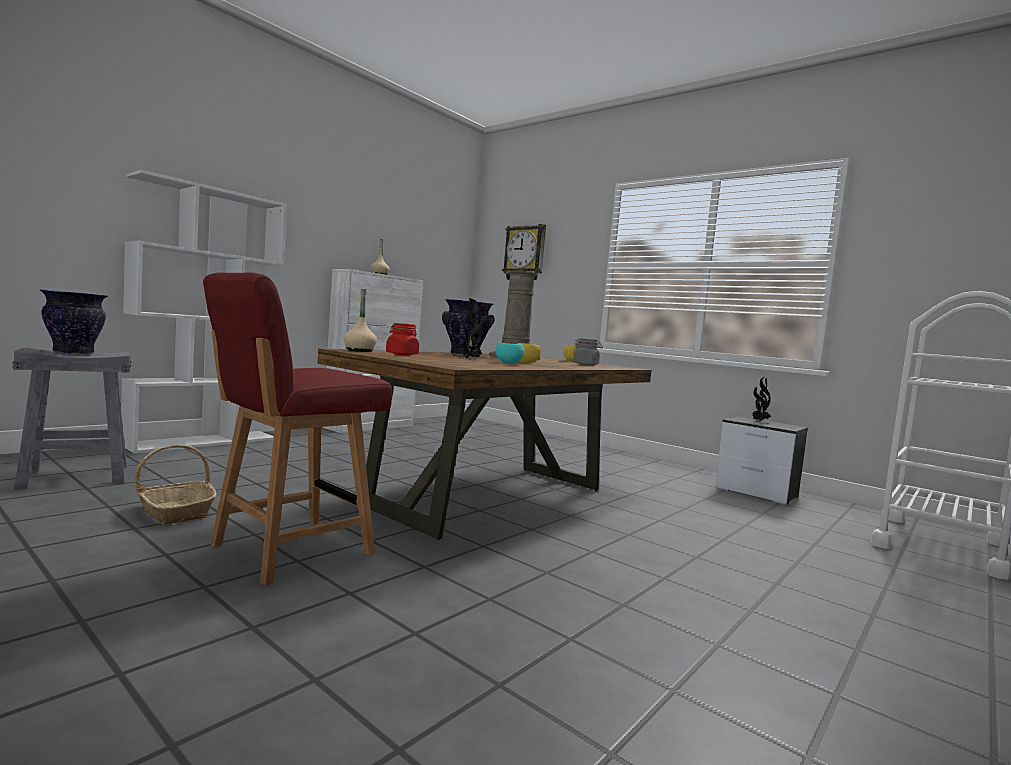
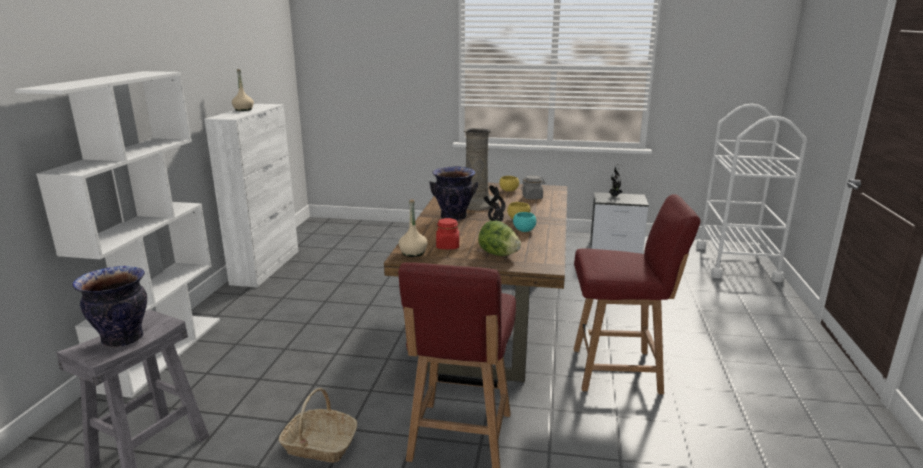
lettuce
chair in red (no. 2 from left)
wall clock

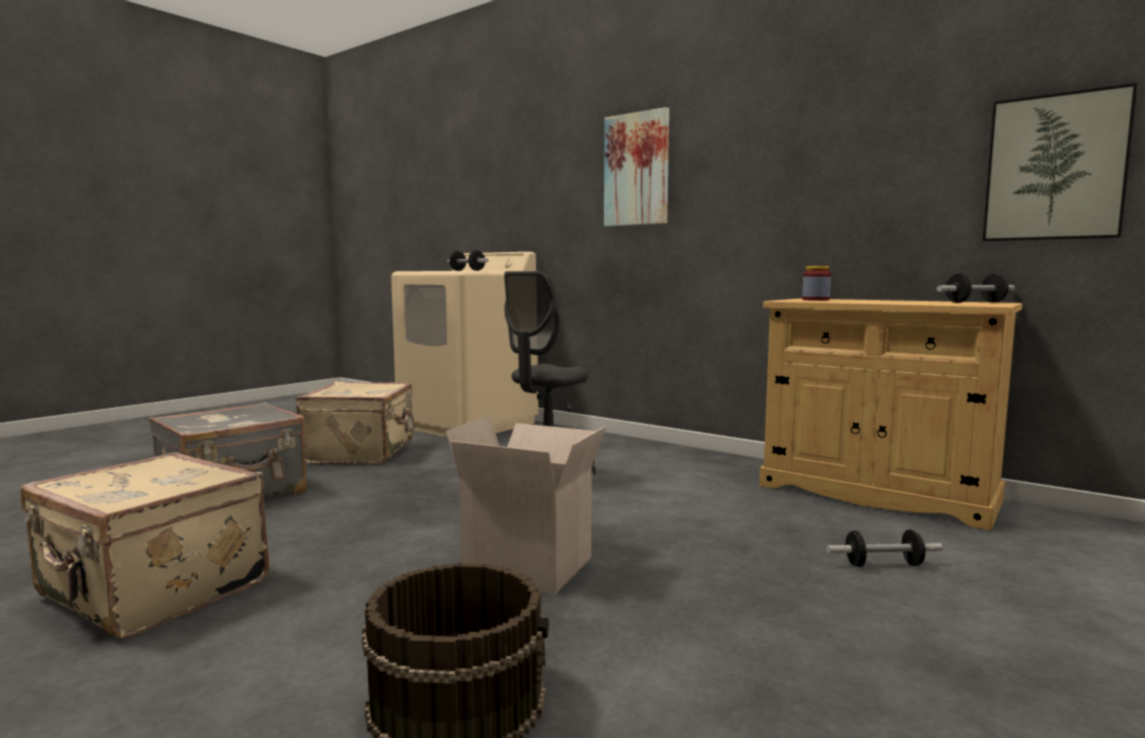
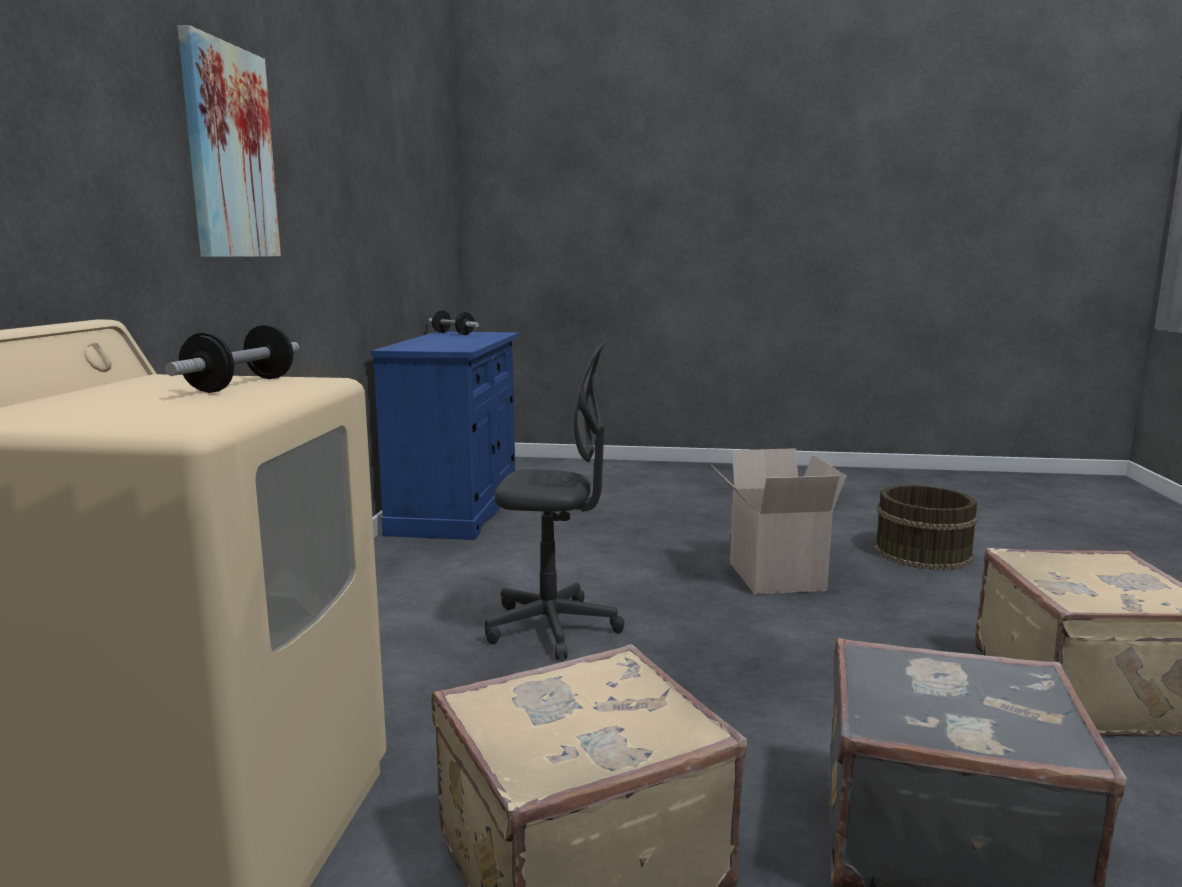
cabinet in blue
jar
dumbbell (no. 2 from left in the first image)
picture (no. 2 from left in the first image)

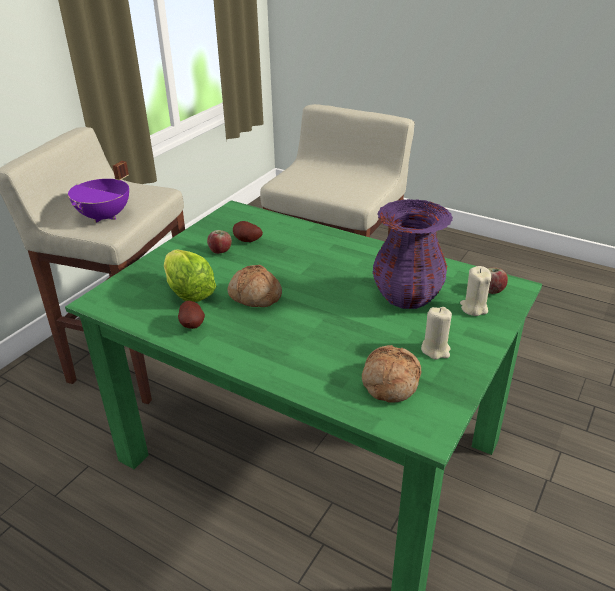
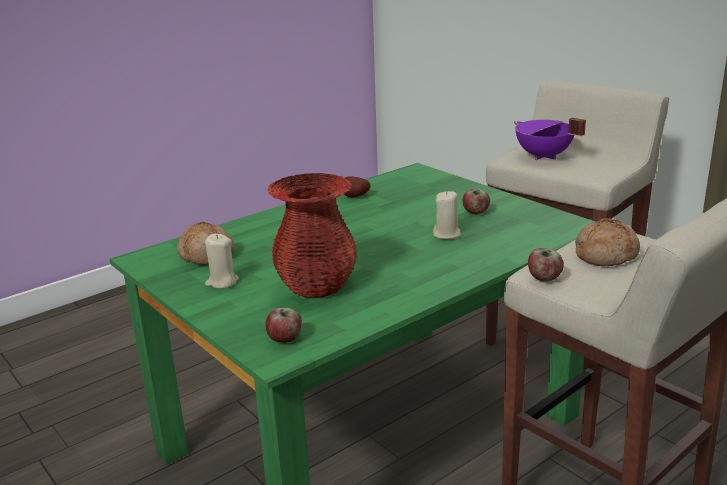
vase in red
candle in beige (no. 2 from left)
apple (no. 3 from left)
bread (no. 2 from left)
lettuce
potato (no. 2 from left in the first image)

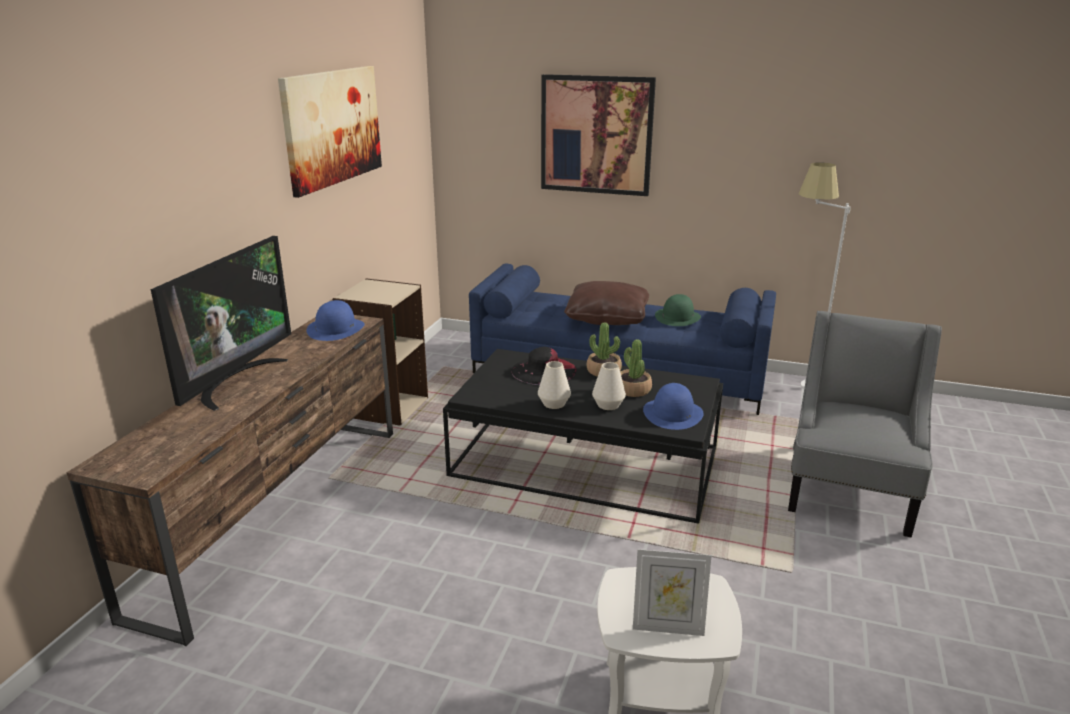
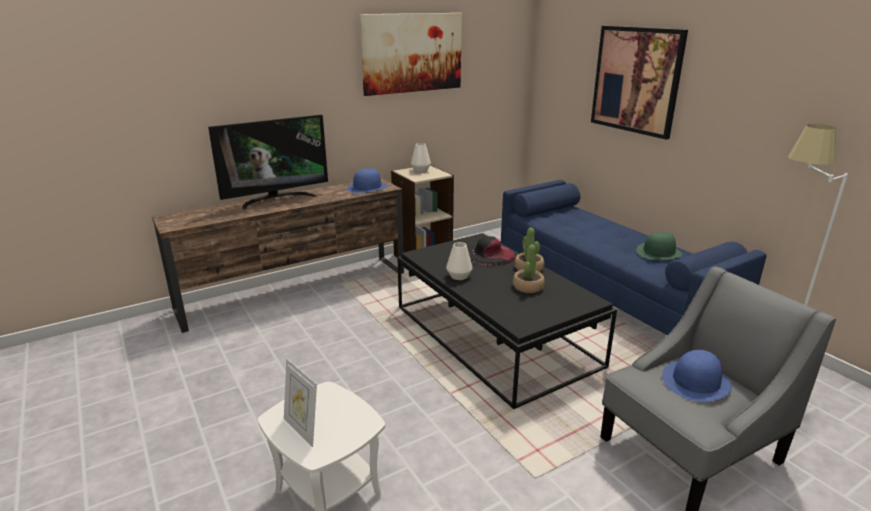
vase in white (no. 1 from left)
hat in blue (no. 2 from left)
pillow in brown

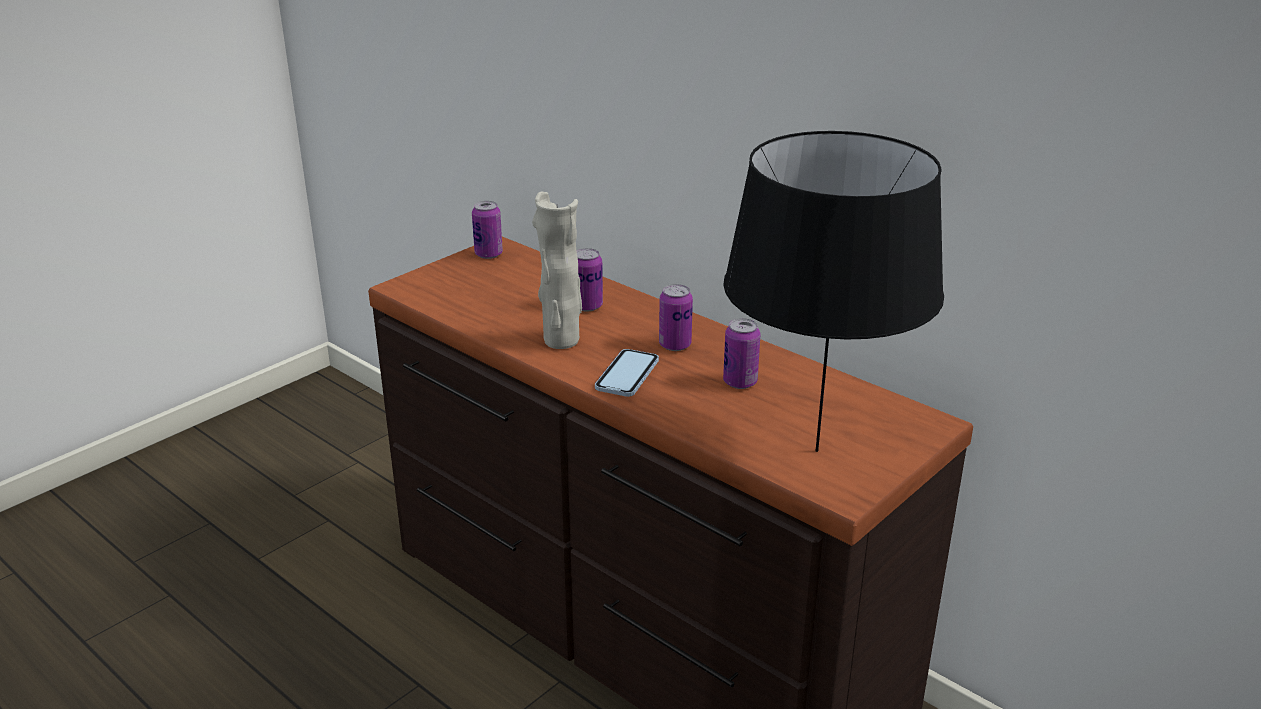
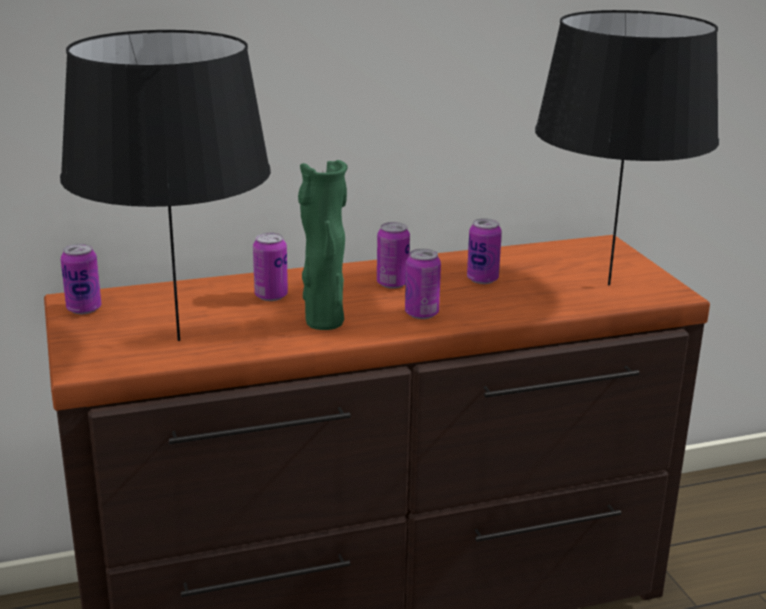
table lamp in black (no. 1 from left)
vase in green
can (no. 4 from left)

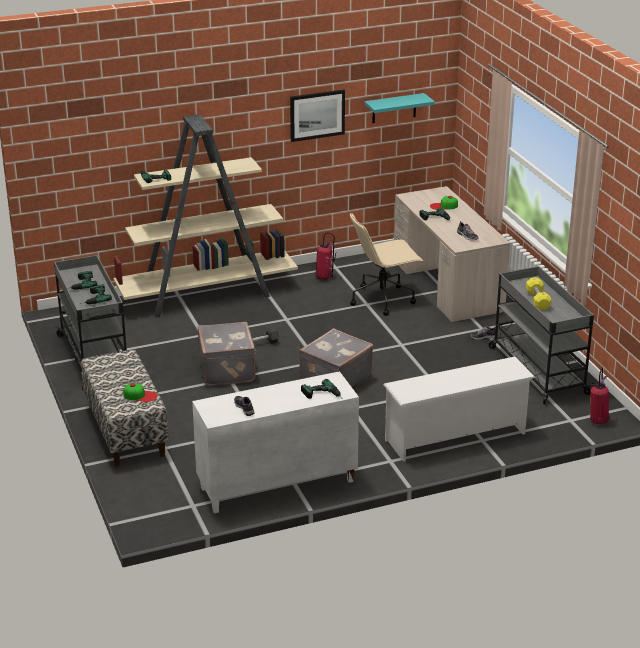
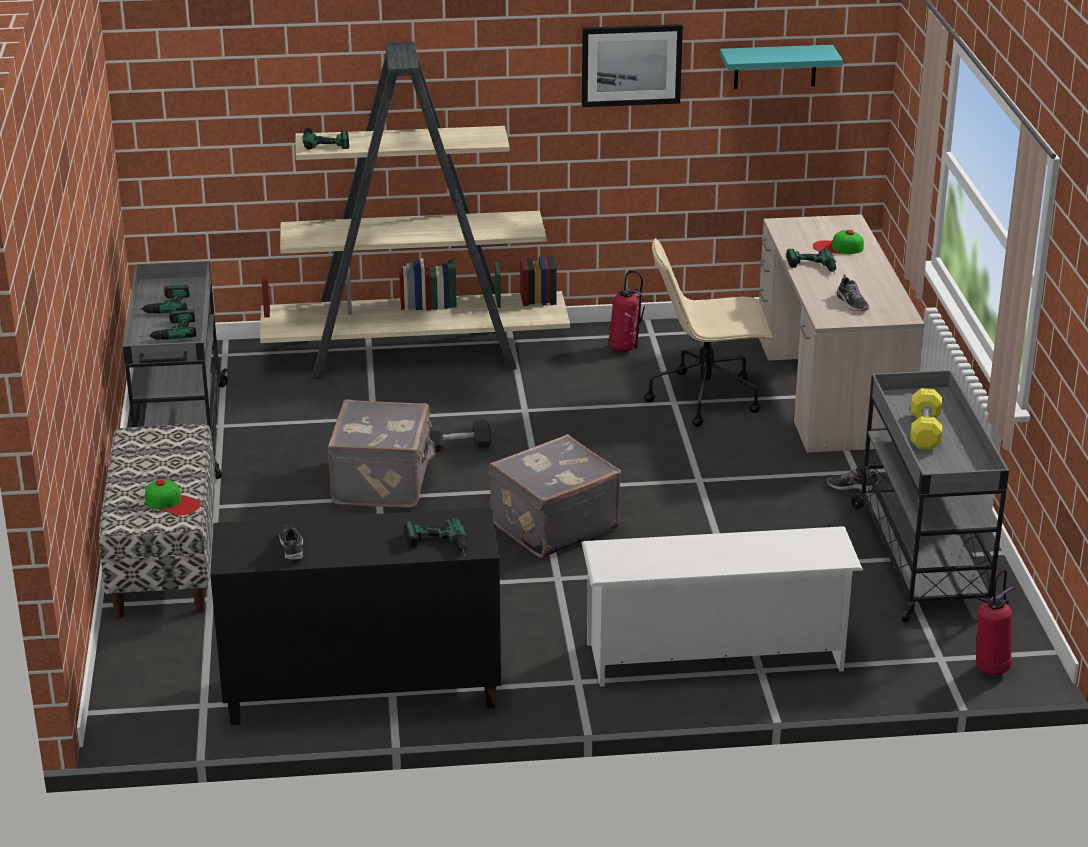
cabinet in black

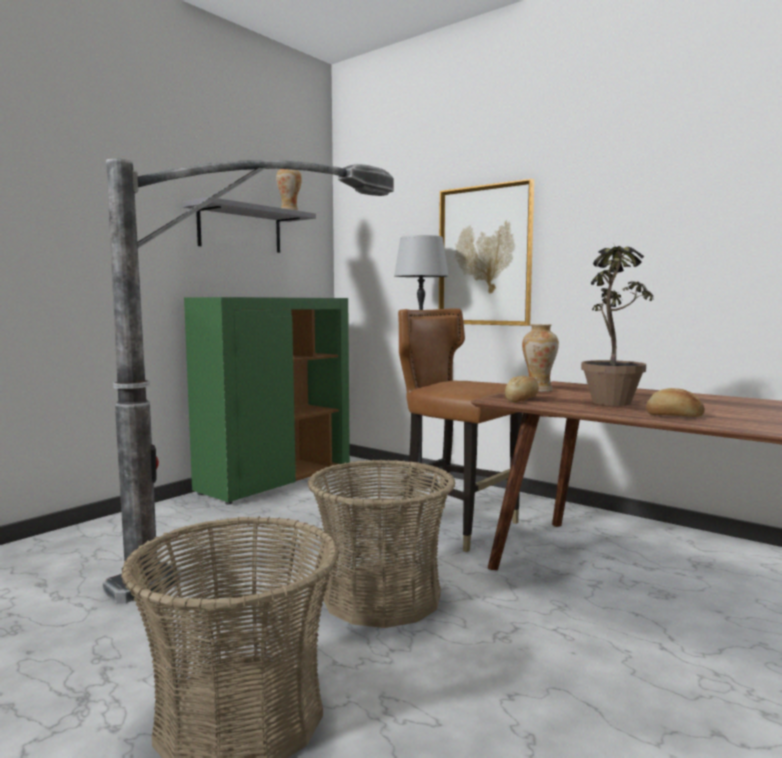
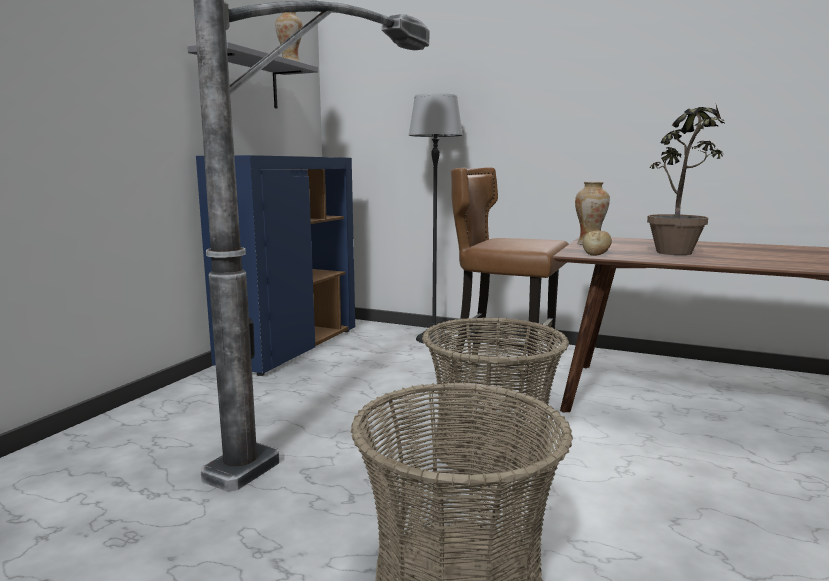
cabinet in blue
picture
bread (no. 2 from left in the first image)

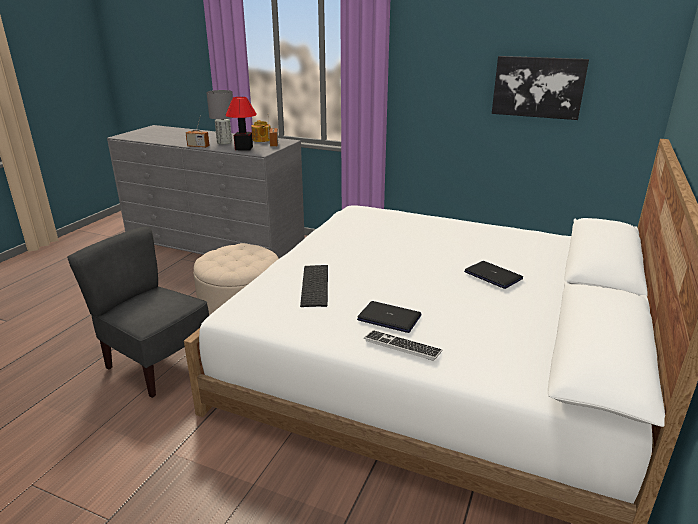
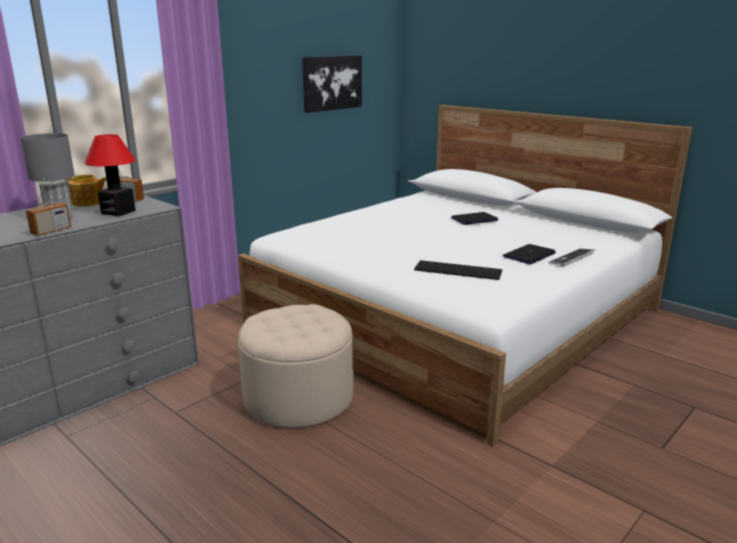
chair in grey

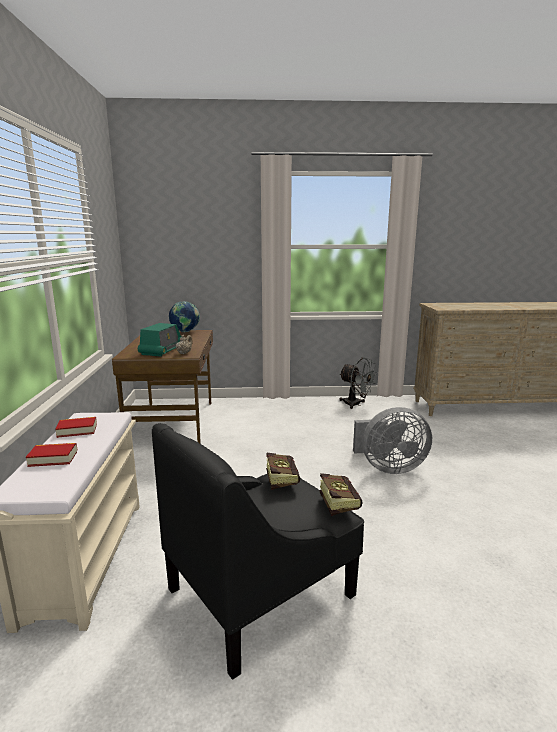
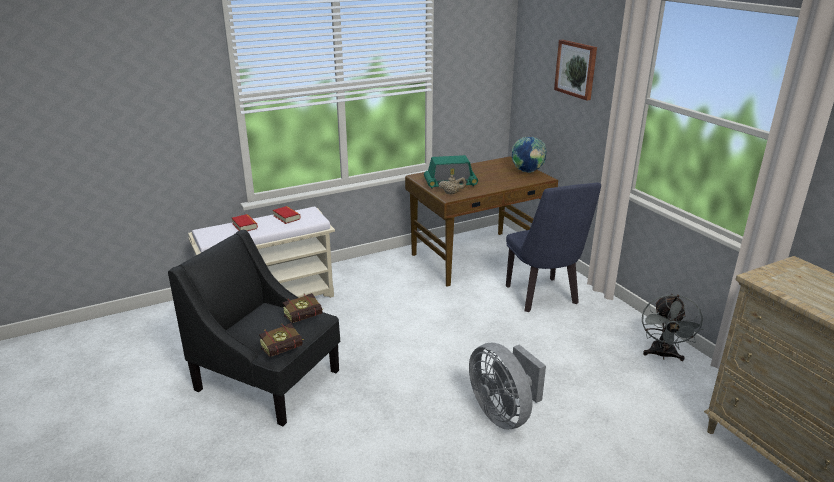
chair in blue
picture

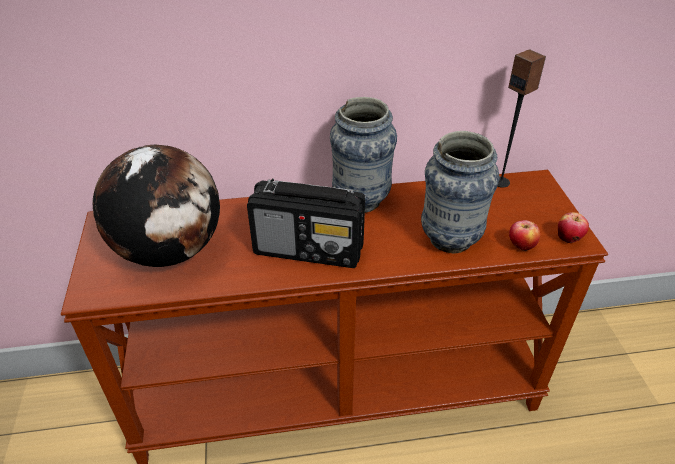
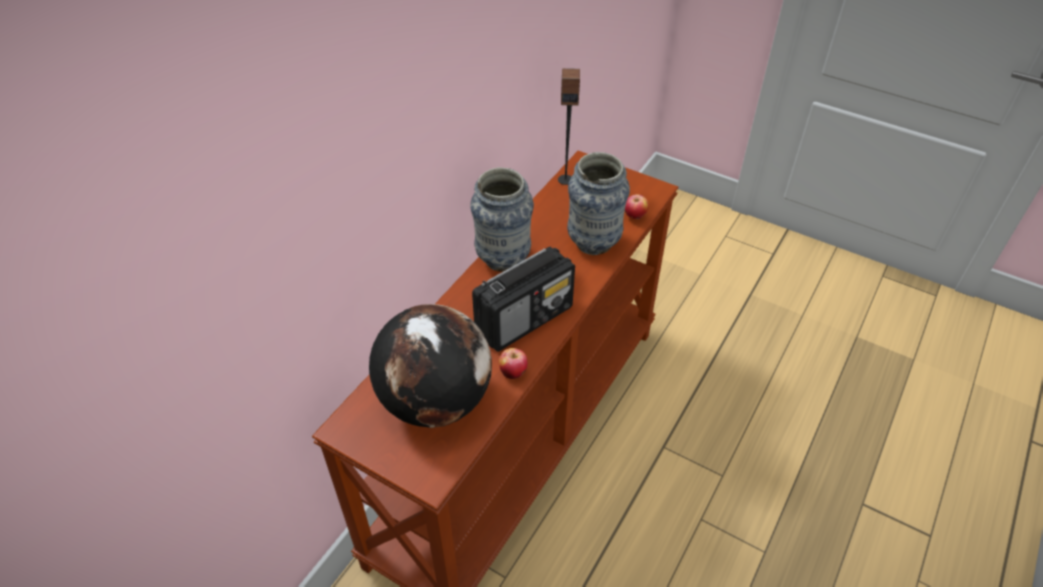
apple (no. 1 from left)

